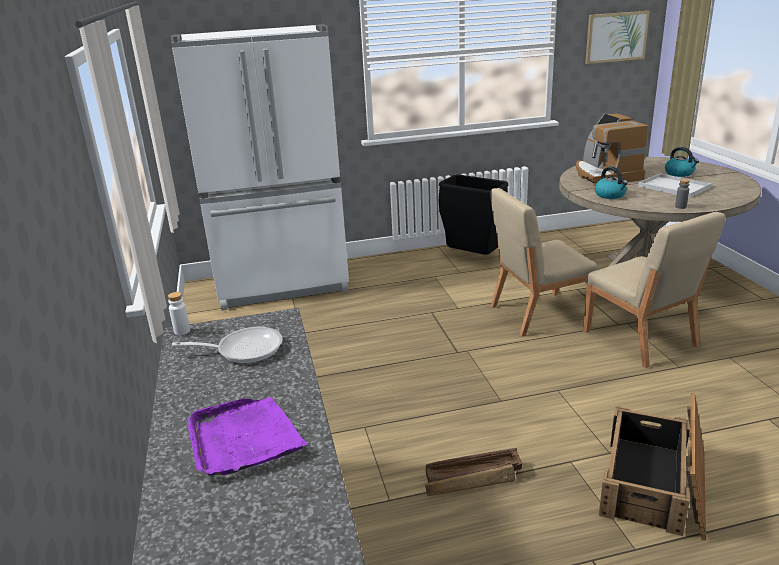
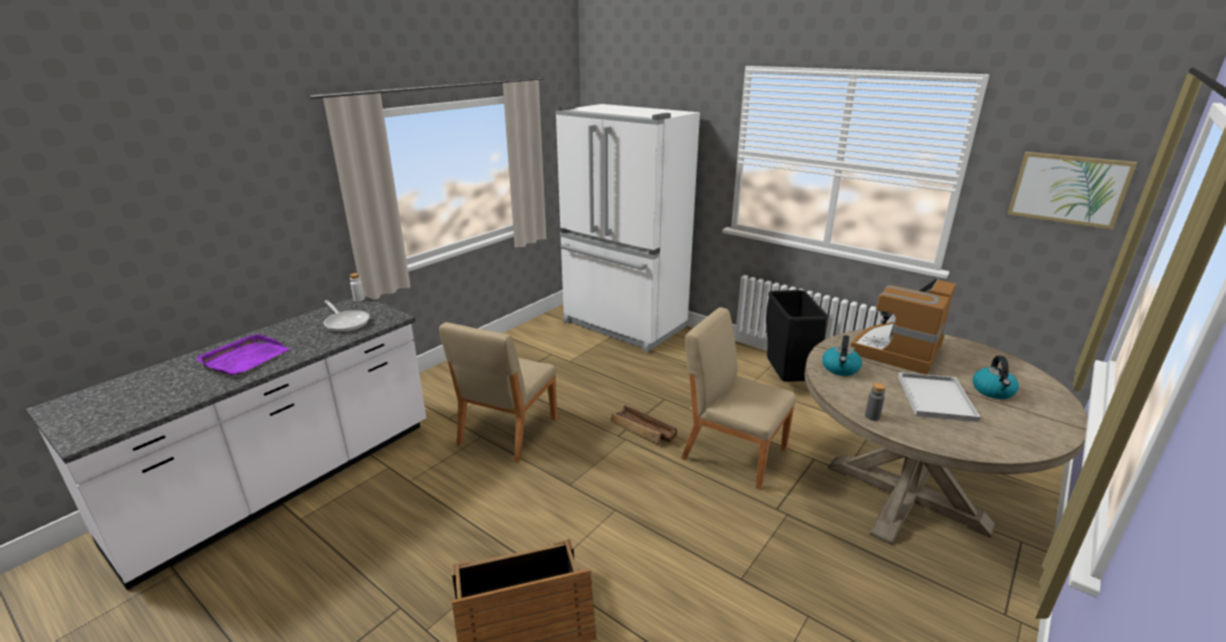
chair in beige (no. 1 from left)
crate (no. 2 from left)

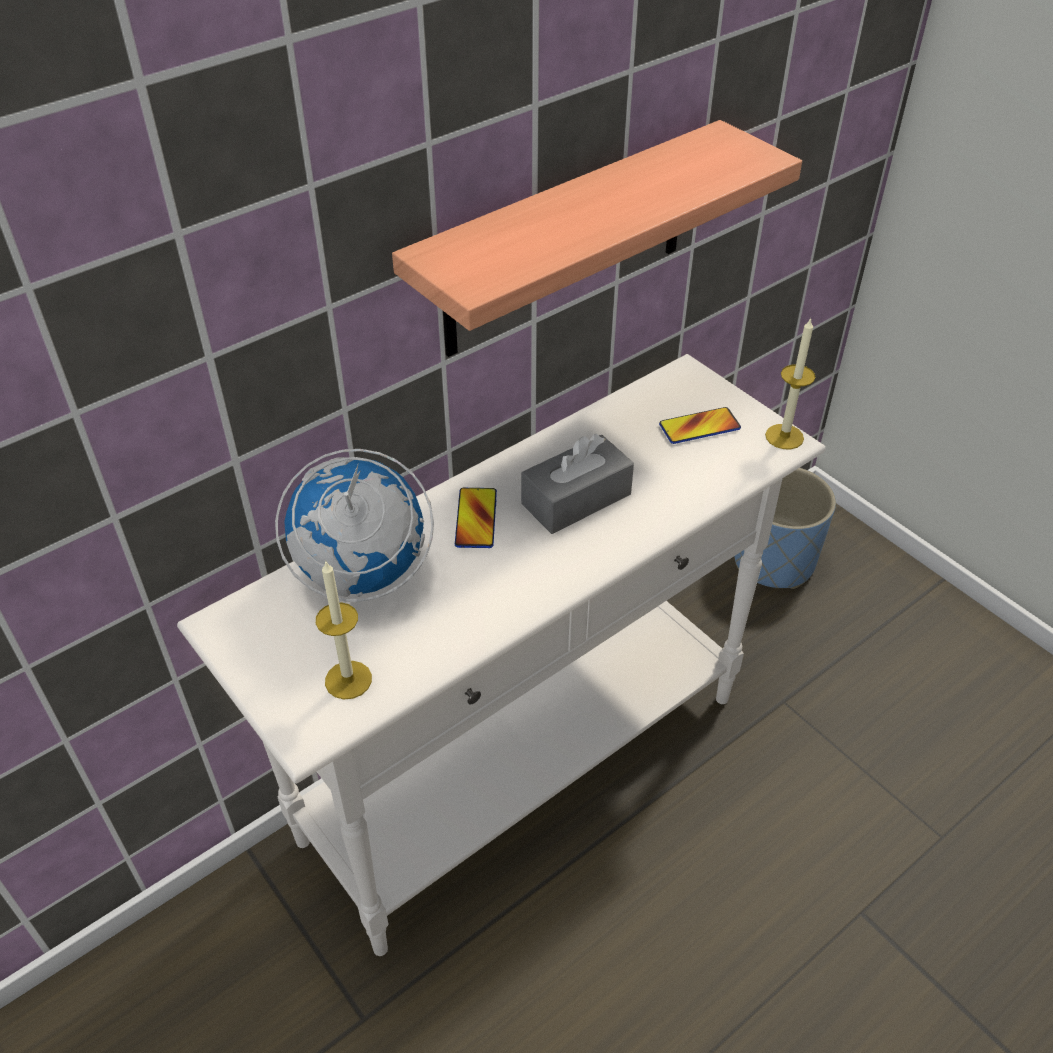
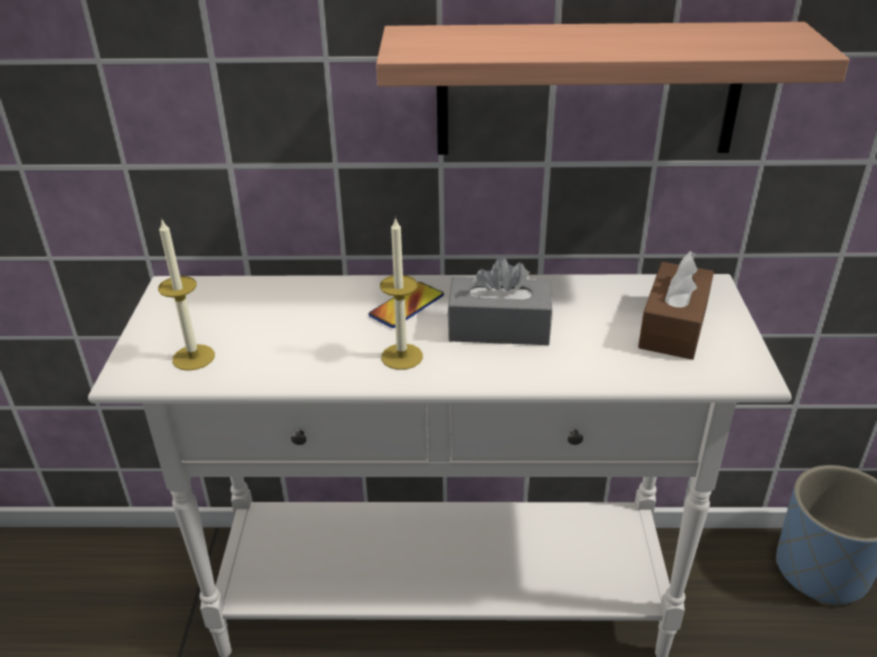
candle (no. 2 from left)
tissue box in brown
globe

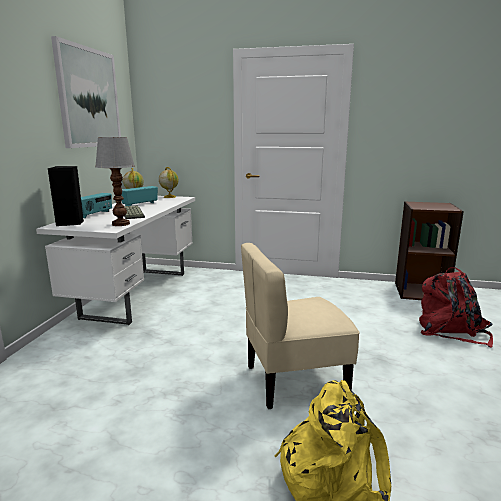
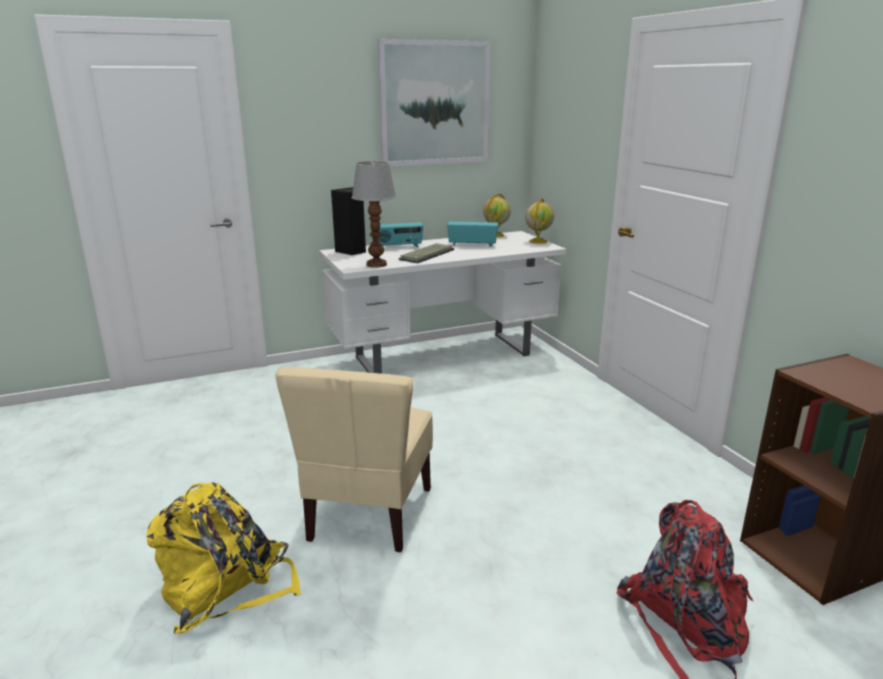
chair in beige

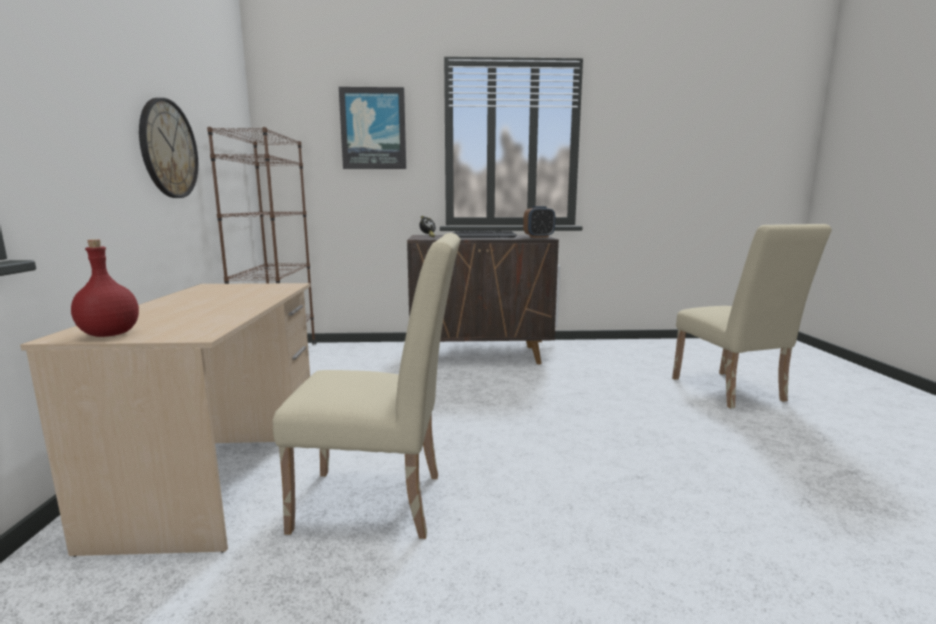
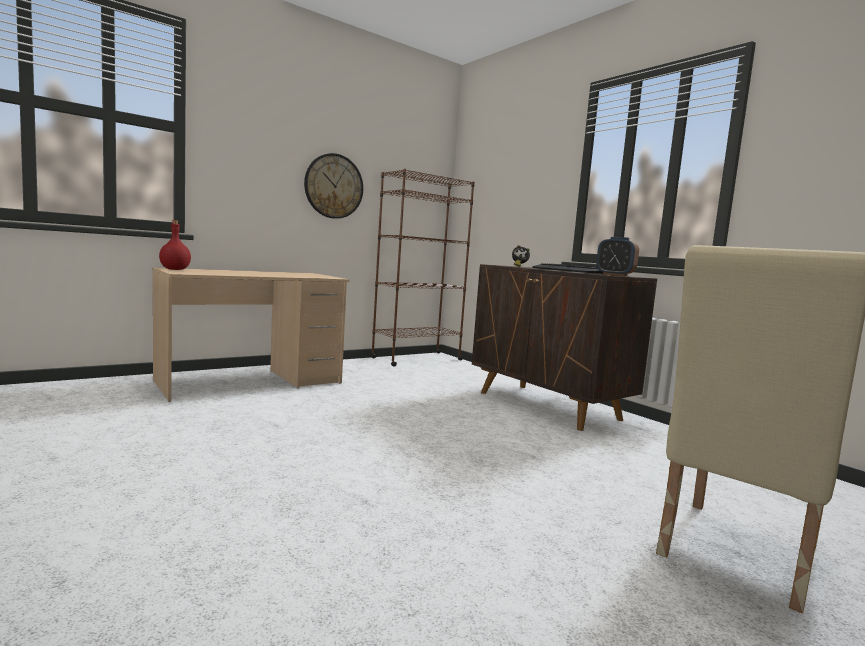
chair in beige (no. 1 from left in the first image)
picture

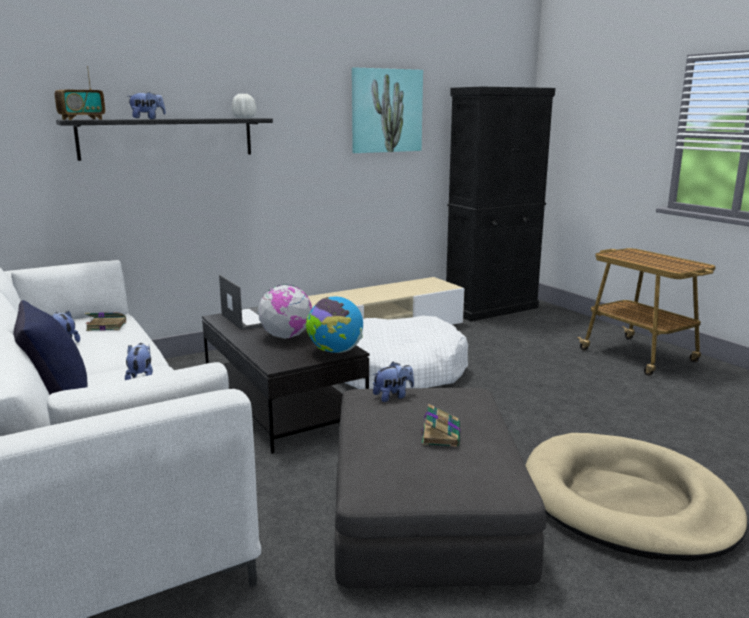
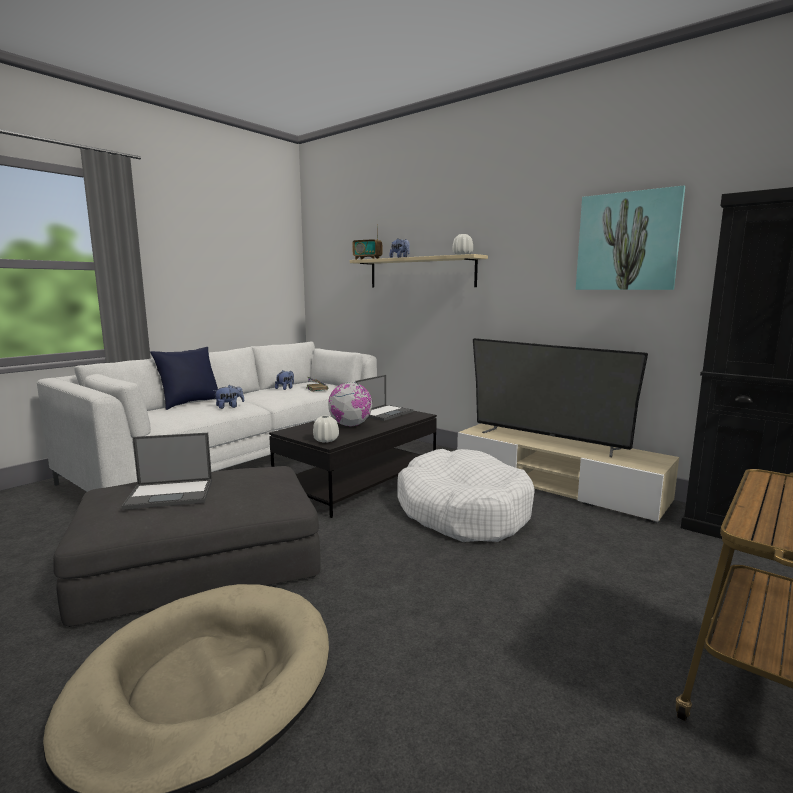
laptop (no. 1 from left)
vase in white (no. 1 from left)
shelf in beige
television
plush toy (no. 4 from left in the first image)

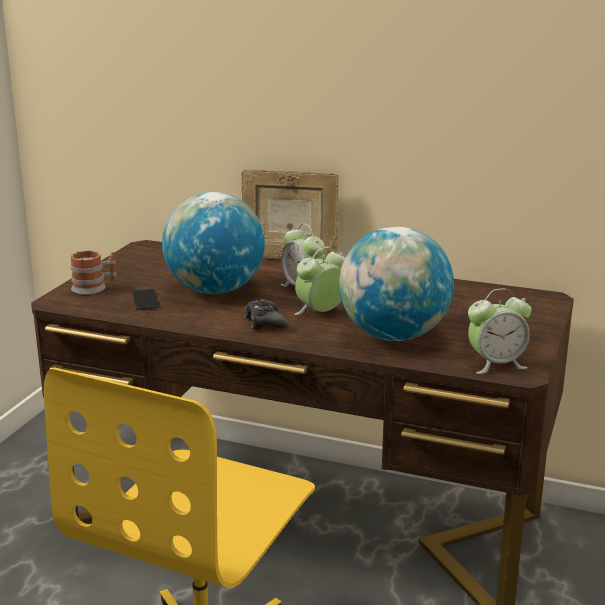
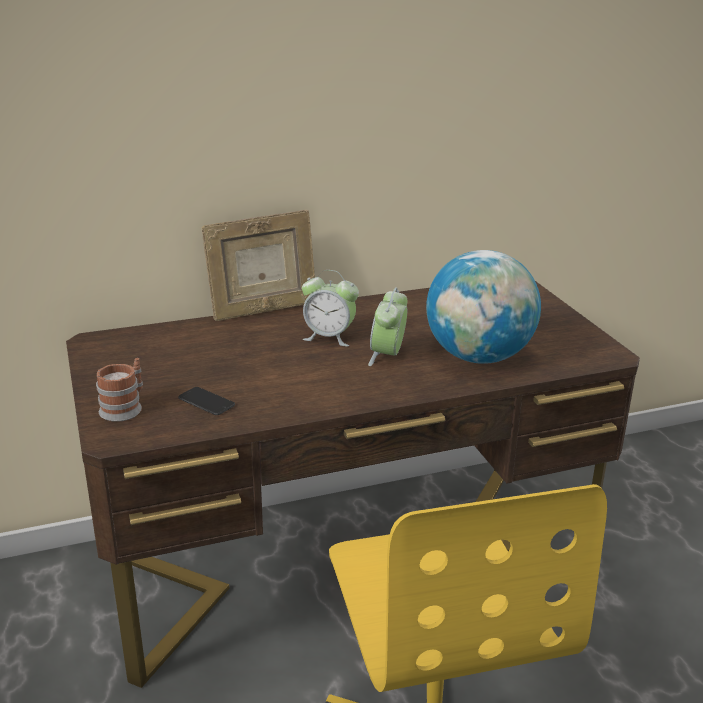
globe (no. 1 from left in the first image)
game controller in black
alarm clock (no. 3 from left in the first image)

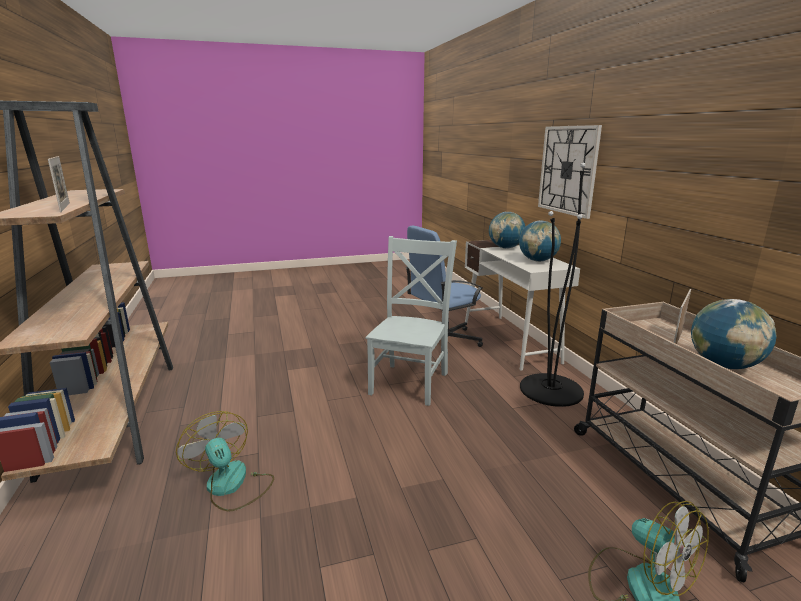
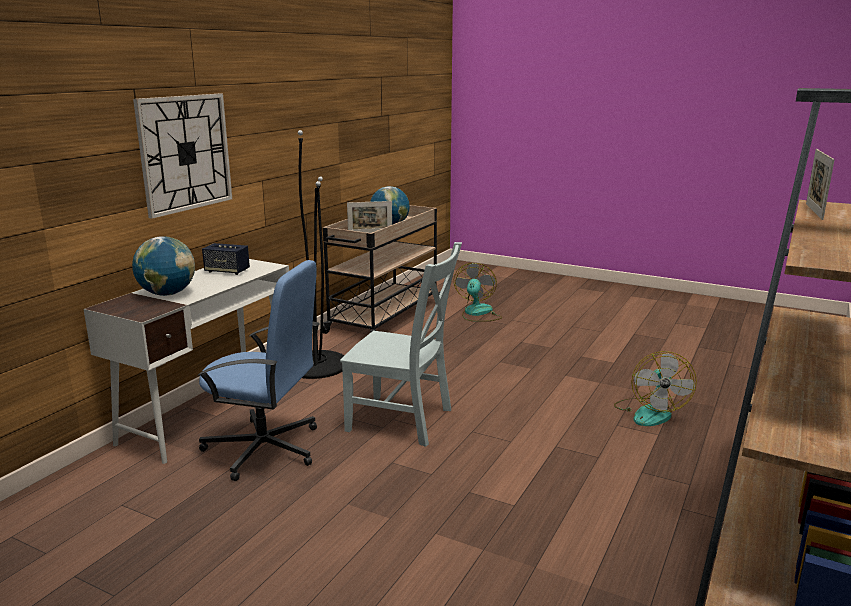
speaker
chair in grey

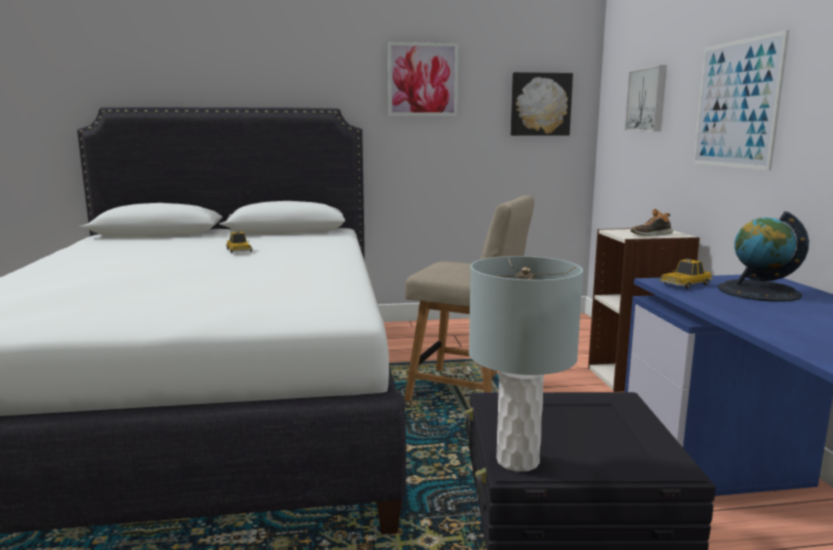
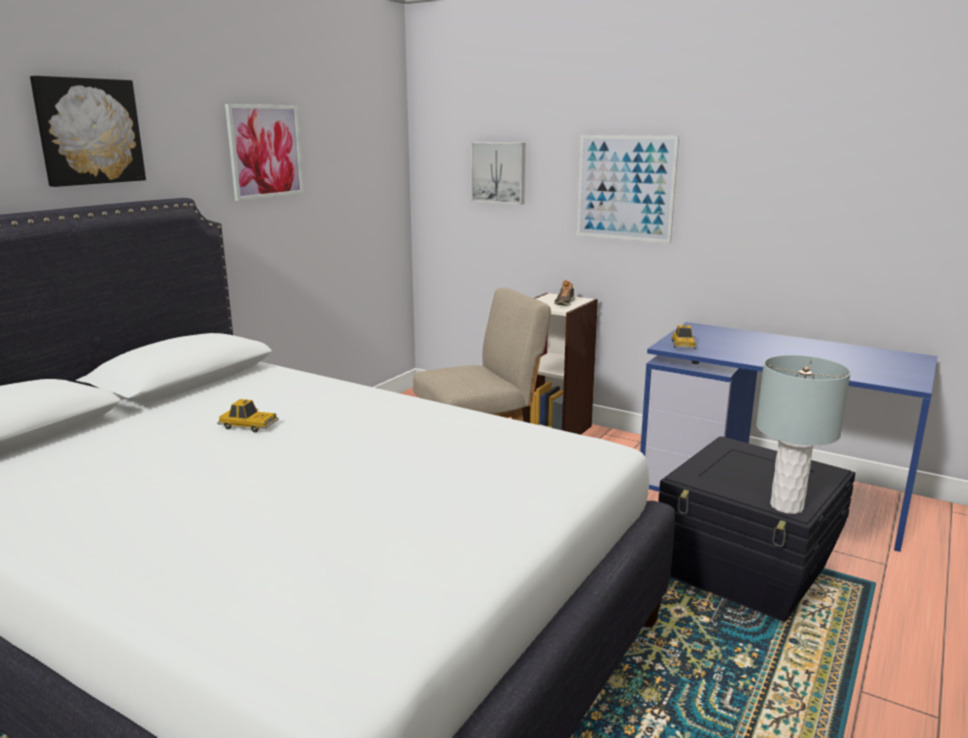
picture (no. 1 from left)
globe

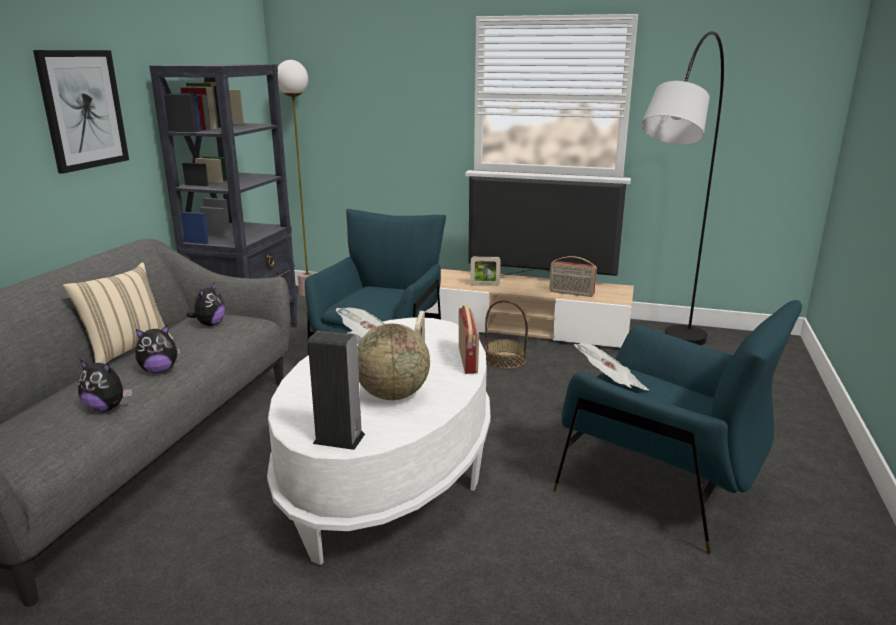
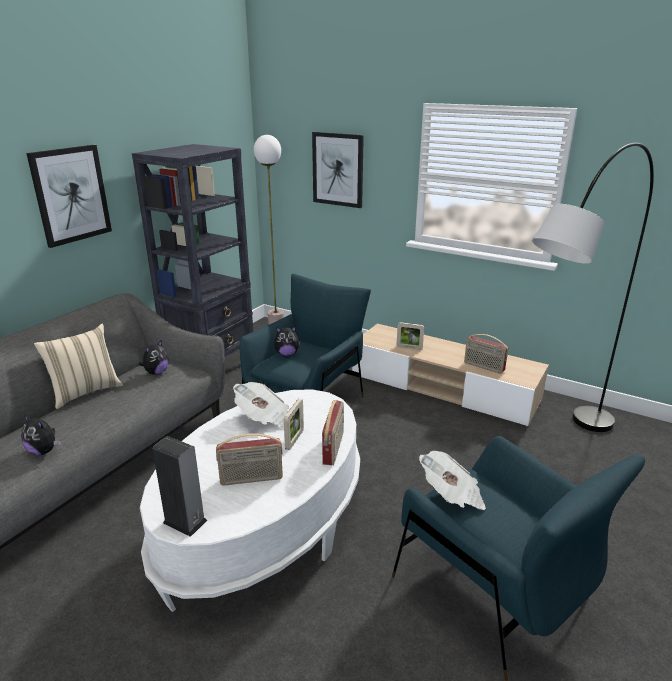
radio (no. 1 from left)
plush toy (no. 3 from left)
picture (no. 2 from left)
television
basket

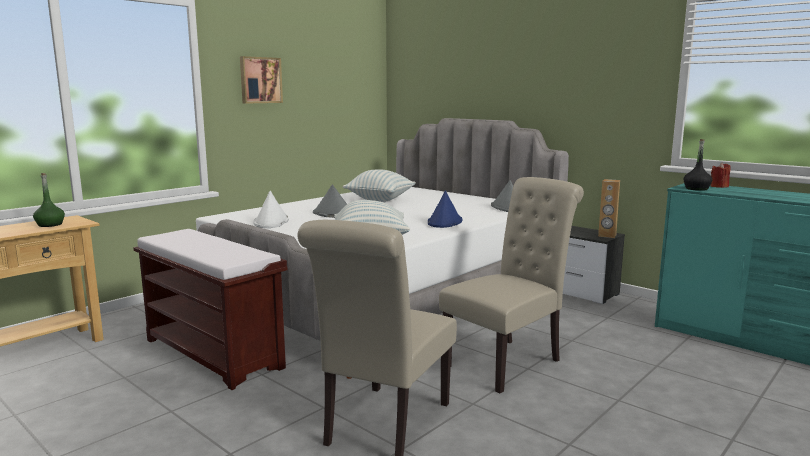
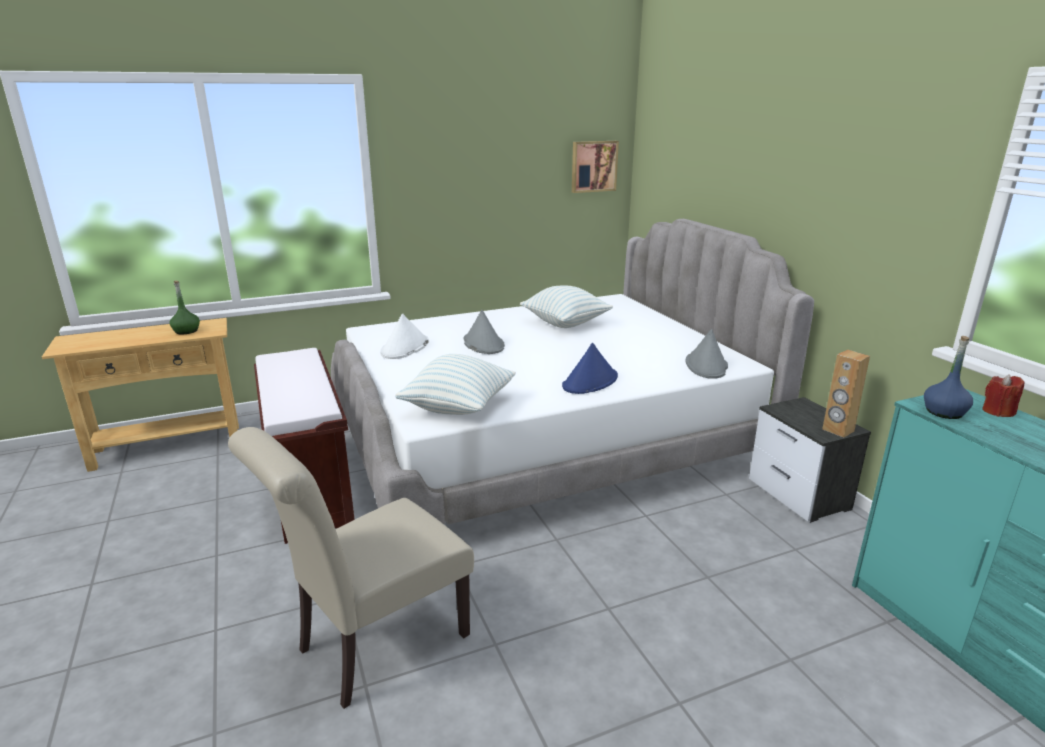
picture
bottle in blue
chair in beige (no. 2 from left in the first image)

